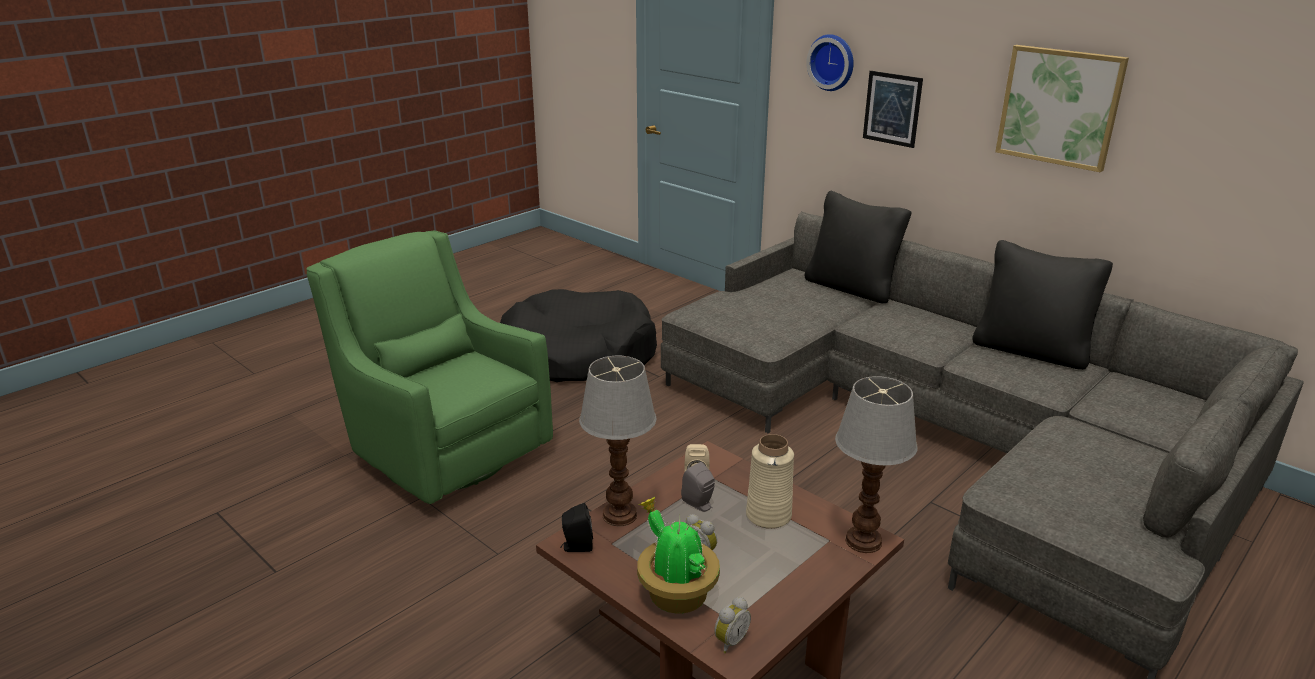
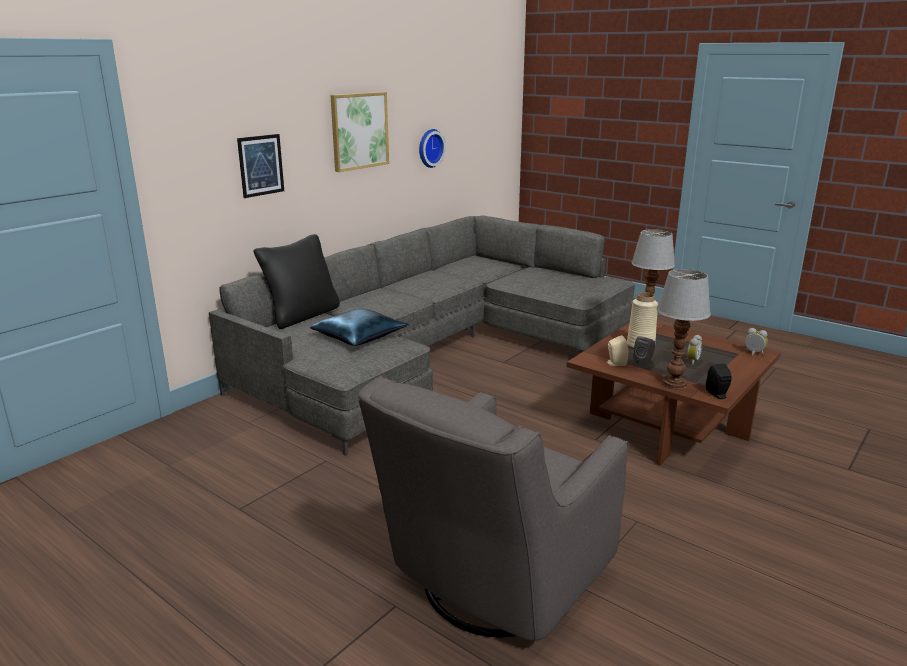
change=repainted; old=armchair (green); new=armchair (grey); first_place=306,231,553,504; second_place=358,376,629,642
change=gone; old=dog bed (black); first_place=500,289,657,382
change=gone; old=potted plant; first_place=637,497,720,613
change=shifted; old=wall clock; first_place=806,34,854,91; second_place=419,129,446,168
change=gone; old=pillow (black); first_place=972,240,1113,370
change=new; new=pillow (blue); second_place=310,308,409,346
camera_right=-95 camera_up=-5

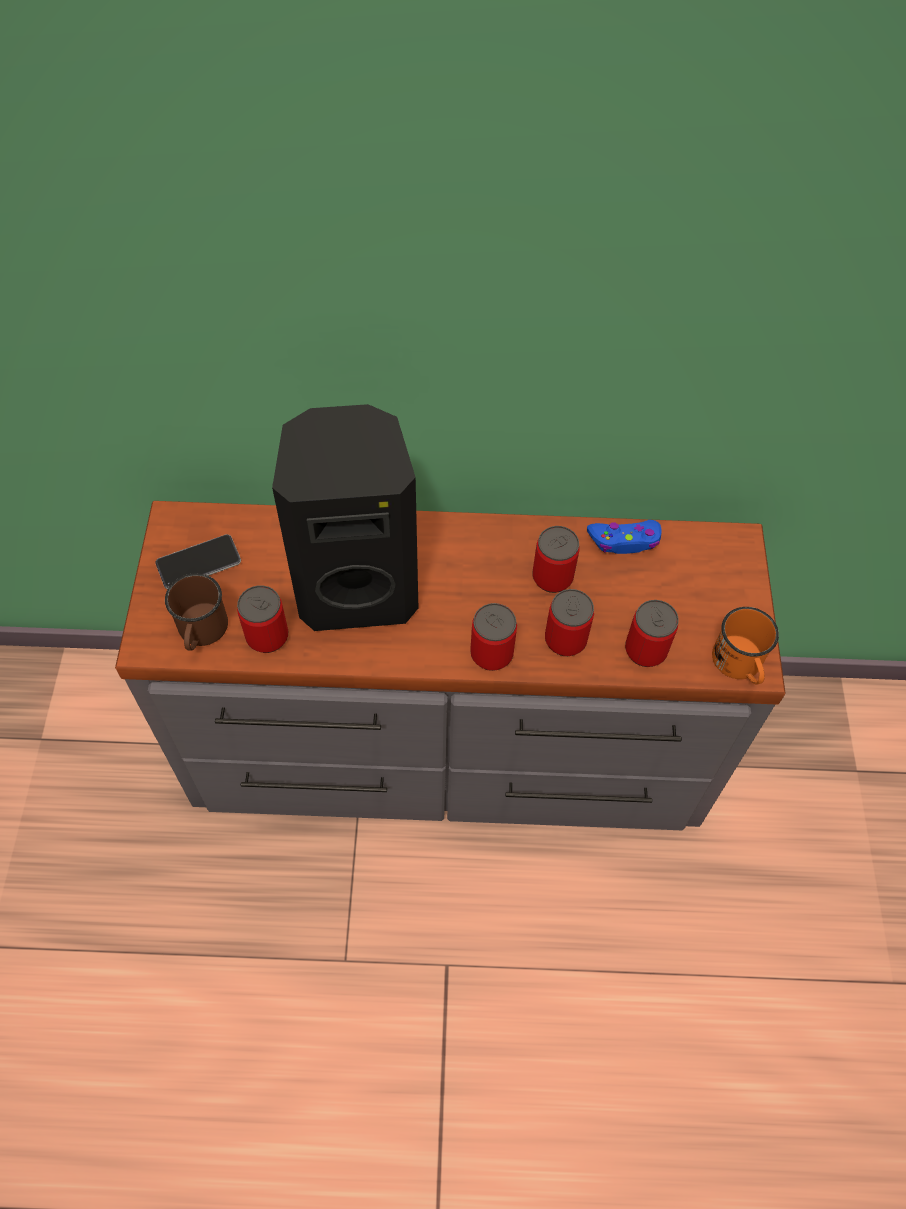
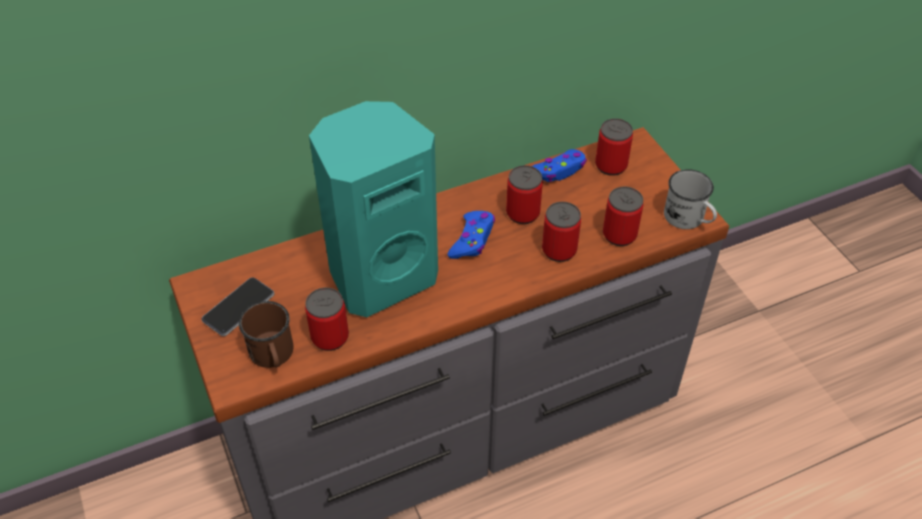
change=repainted; old=speaker (black); new=speaker (turquoise); first_place=272,404,418,631; second_place=309,101,438,317
change=shifted; old=can; first_place=470,603,517,671; second_place=595,118,633,176
change=repainted; old=mug (orange); new=mug (white); first_place=712,607,779,685; second_place=664,169,717,229
change=new; new=game controller (blue); second_place=448,211,495,259
camera_right=-25 camera_up=-10

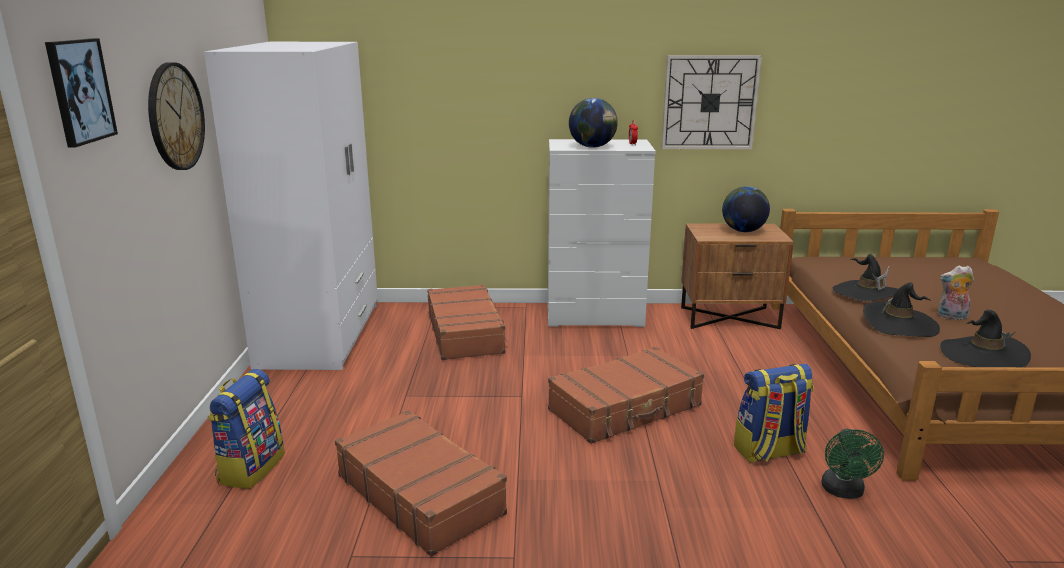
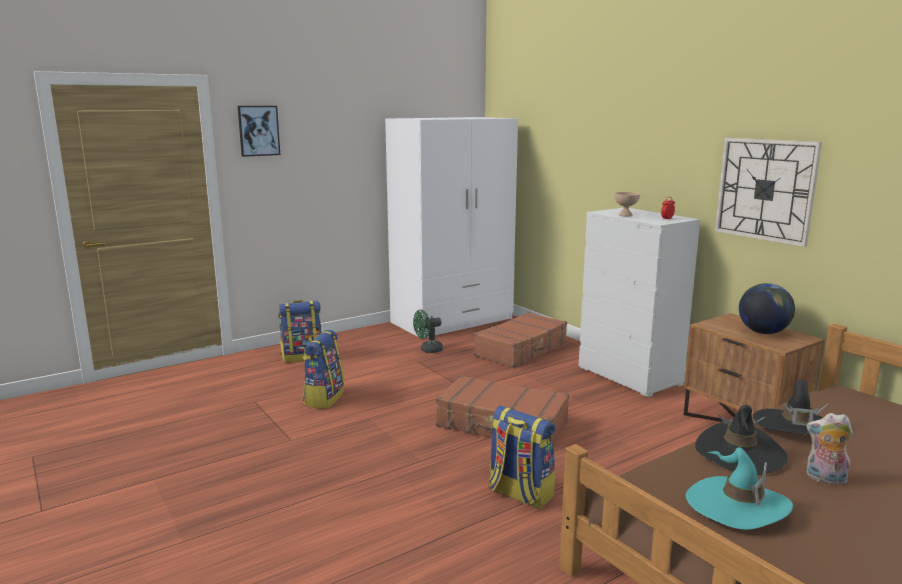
change=gone; old=wall clock; first_place=148,62,205,170
change=swapped; old=suitcase (brown); new=backpack; first_place=335,410,507,557; second_place=302,330,344,409
change=swapped; old=globe; new=bowl (beige); first_place=569,98,618,148; second_place=614,192,640,216
change=shifted; old=fan (green); first_place=821,429,884,499; second_place=413,310,443,353
change=rotated; old=plush toy; first_place=938,266,974,320; second_place=806,413,853,485; degrees=-45
change=repainted; old=hat (black); new=hat (turquoise); first_place=940,310,1031,367; second_place=686,447,793,530
camera_right=55 camera_up=-5

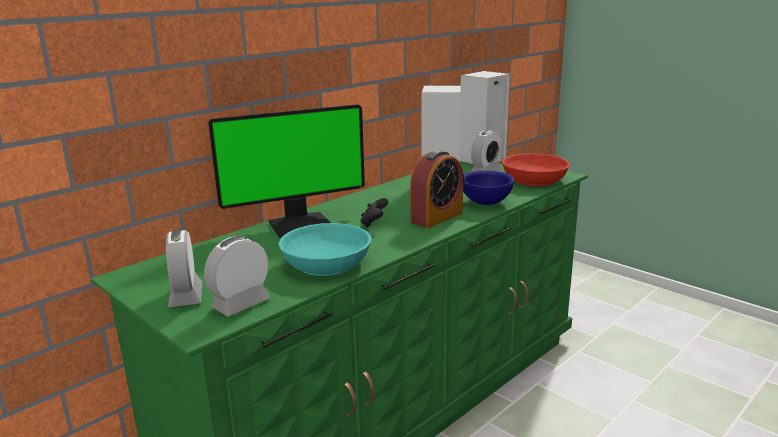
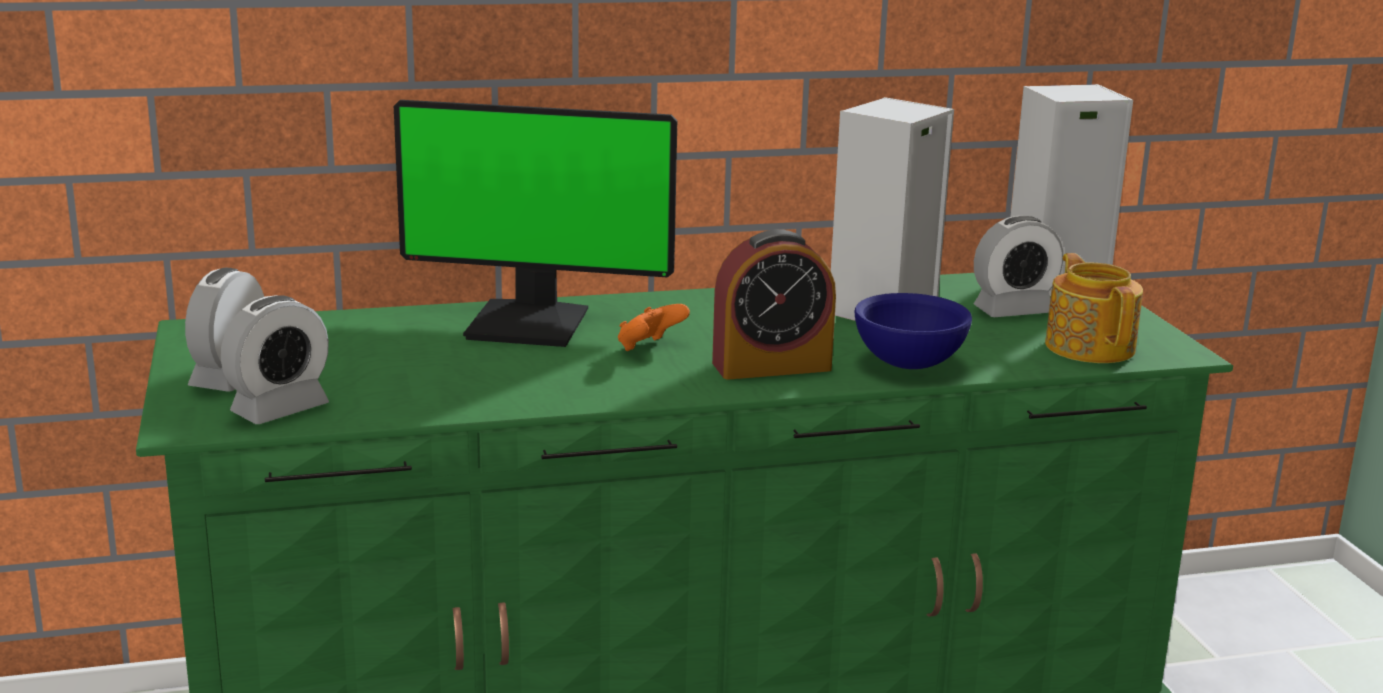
change=rotated; old=alarm clock; first_place=204,236,270,316; second_place=221,295,329,424; degrees=150
change=gone; old=bowl (turquoise); first_place=278,223,371,276
change=repainted; old=game controller (black); new=game controller (orange); first_place=360,198,388,228; second_place=618,304,690,351
change=swapped; old=bowl (red); new=teapot; first_place=502,153,570,187; second_place=1045,253,1143,363
camera_right=30 camera_up=0

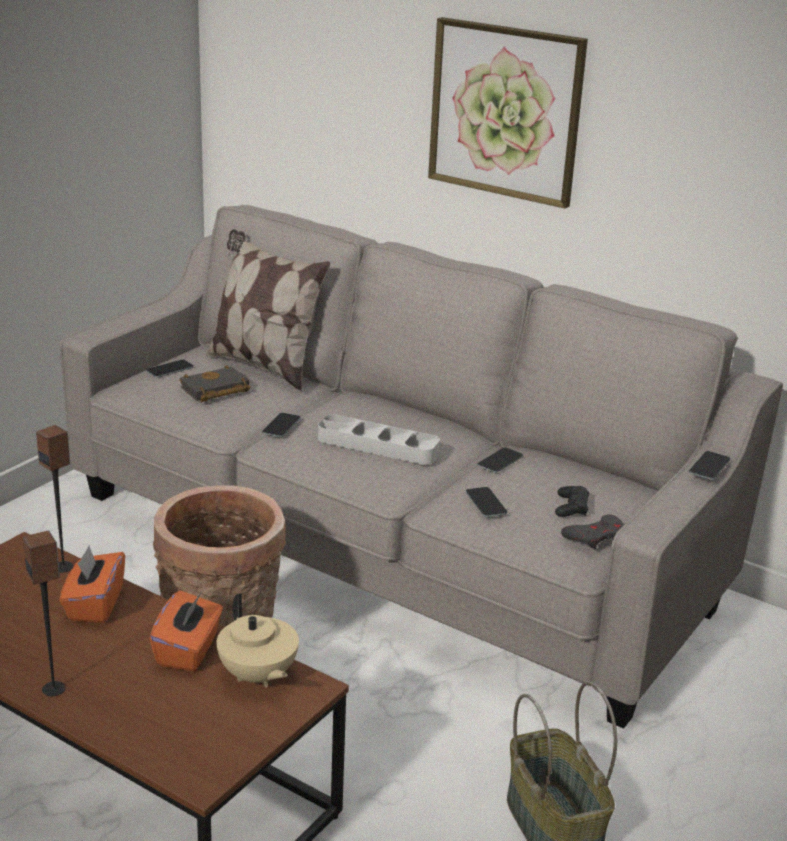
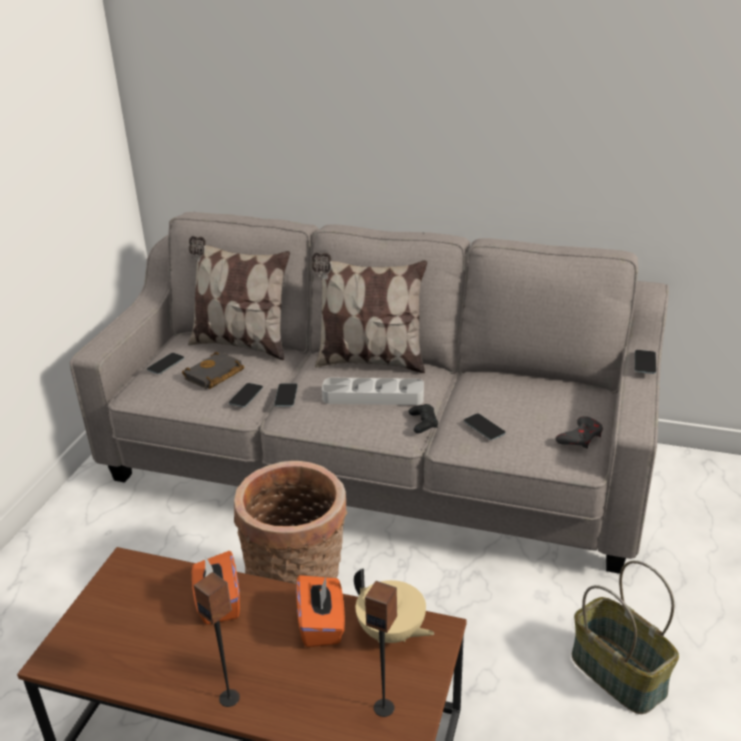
change=shifted; old=speaker; first_place=36,425,74,573; second_place=365,581,397,717
change=gone; old=picture; first_place=428,17,588,208
change=shifted; old=phone; first_place=477,447,523,473; second_place=229,383,263,407
change=shifted; old=game controller (black); first_place=555,486,590,517; second_place=409,404,438,433
change=new; new=pillow; second_place=312,252,427,373
camera_right=-15 camera_up=5

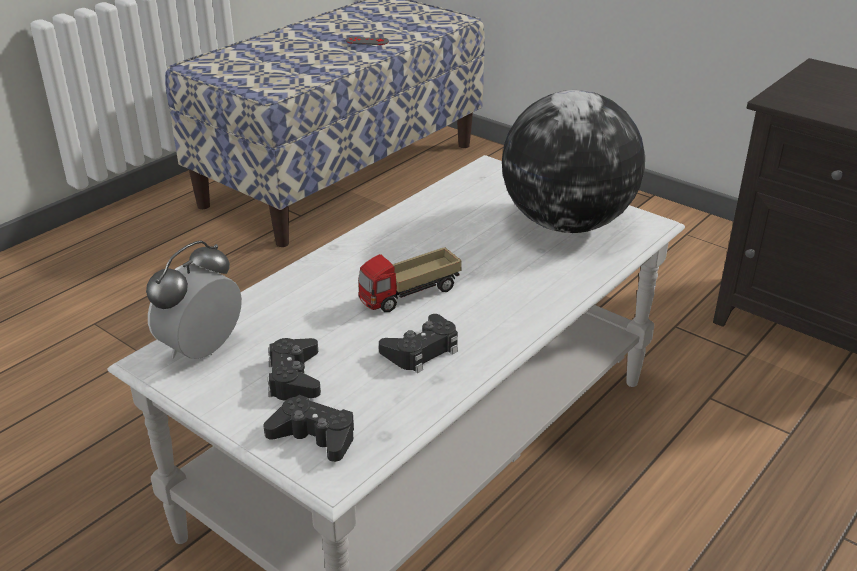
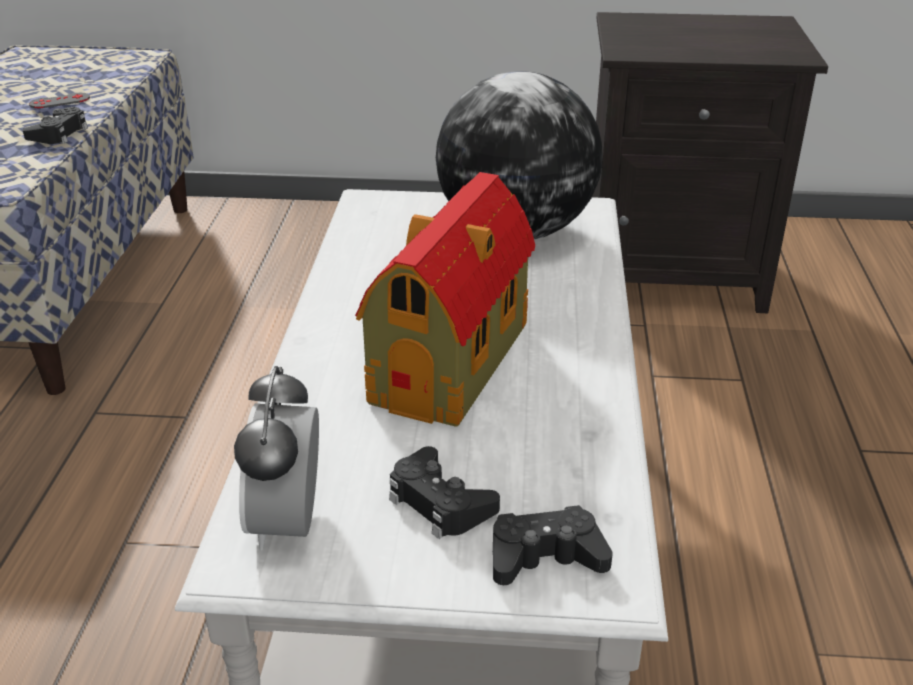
change=swapped; old=toy truck; new=toy house; first_place=358,247,462,312; second_place=355,172,535,427
change=shifted; old=game controller (black); first_place=379,314,458,373; second_place=23,107,88,144
camera_right=-35 camera_up=0

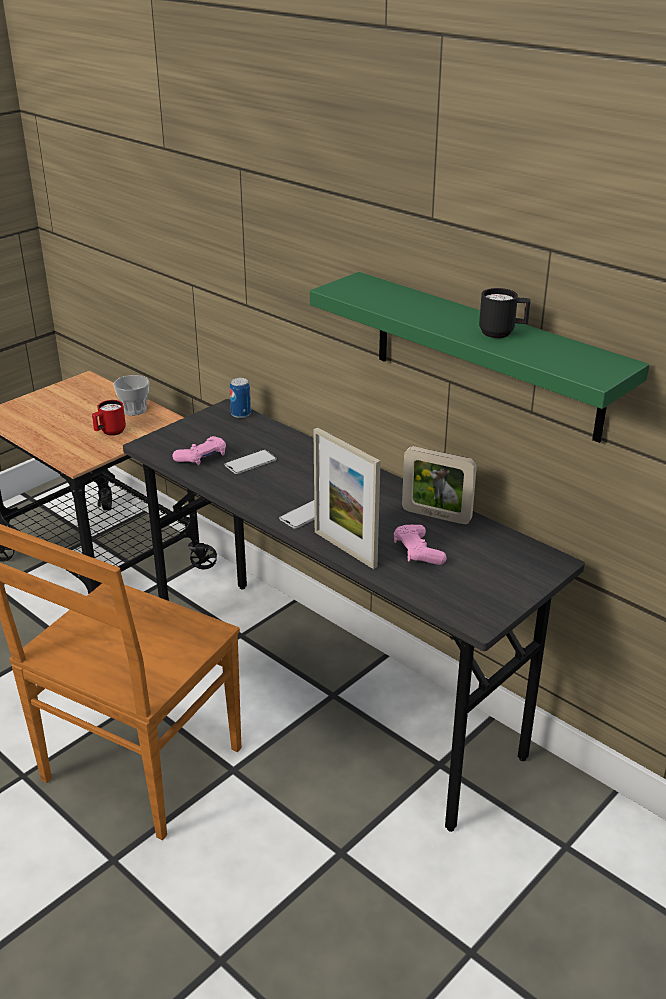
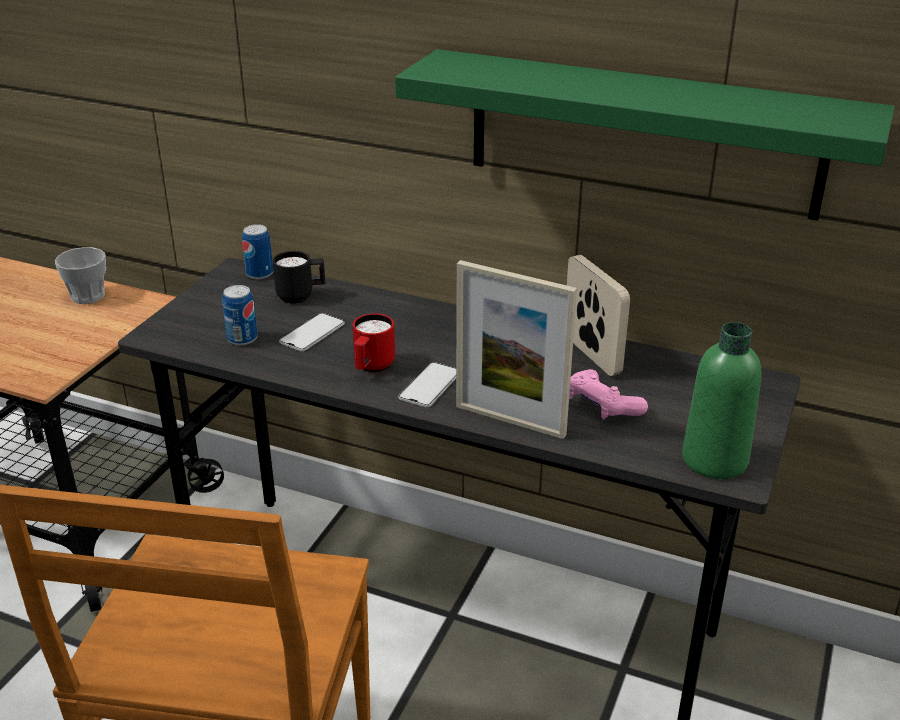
change=shifted; old=mug (red); first_place=92,400,126,436; second_place=353,313,395,372
change=swapped; old=game controller (pink); new=can; first_place=173,436,226,465; second_place=222,285,257,346
change=rotated; old=picture frame; first_place=402,446,477,524; second_place=567,255,630,376; degrees=-120
change=shifted; old=mug (black); first_place=479,288,530,338; second_place=272,251,325,304
change=new; new=bottle (green); second_place=682,322,762,479
camera_right=-20 camera_up=0

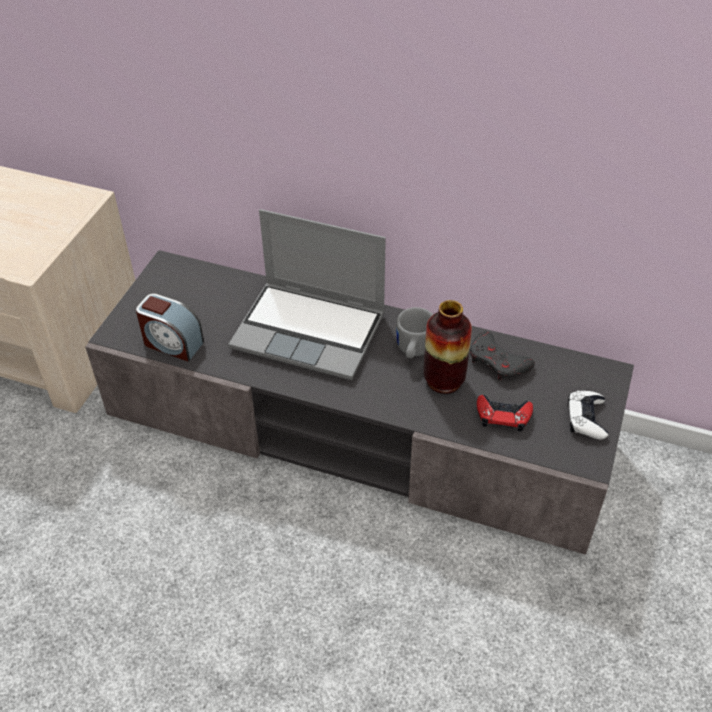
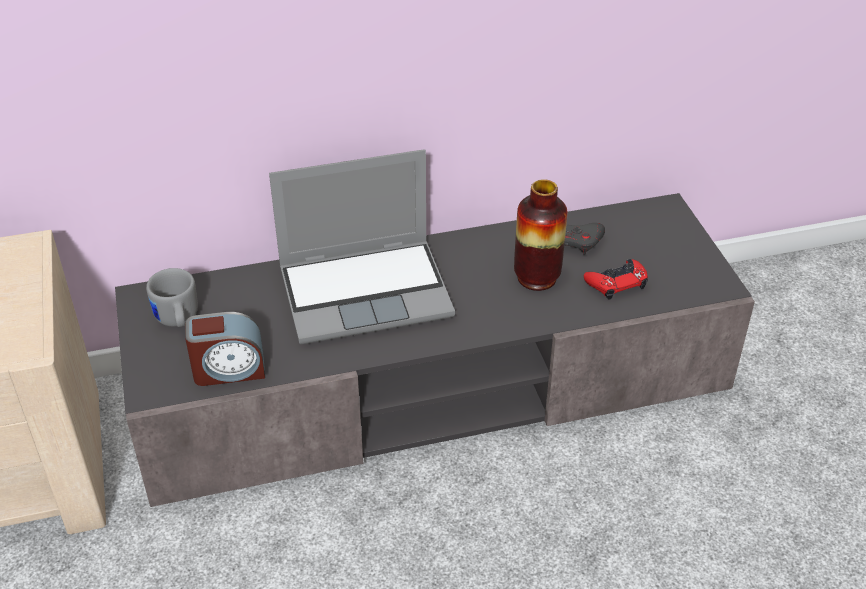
change=shifted; old=mug (grey); first_place=396,307,433,358; second_place=146,268,198,327
change=gone; old=game controller (white); first_place=568,391,609,439
camera_right=-35 camera_up=-5

